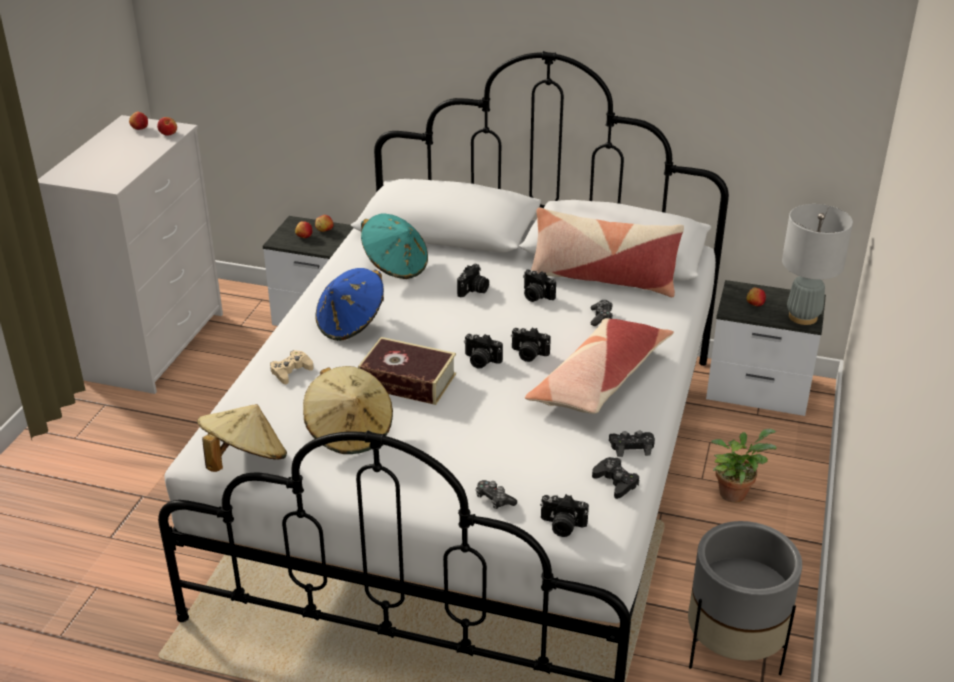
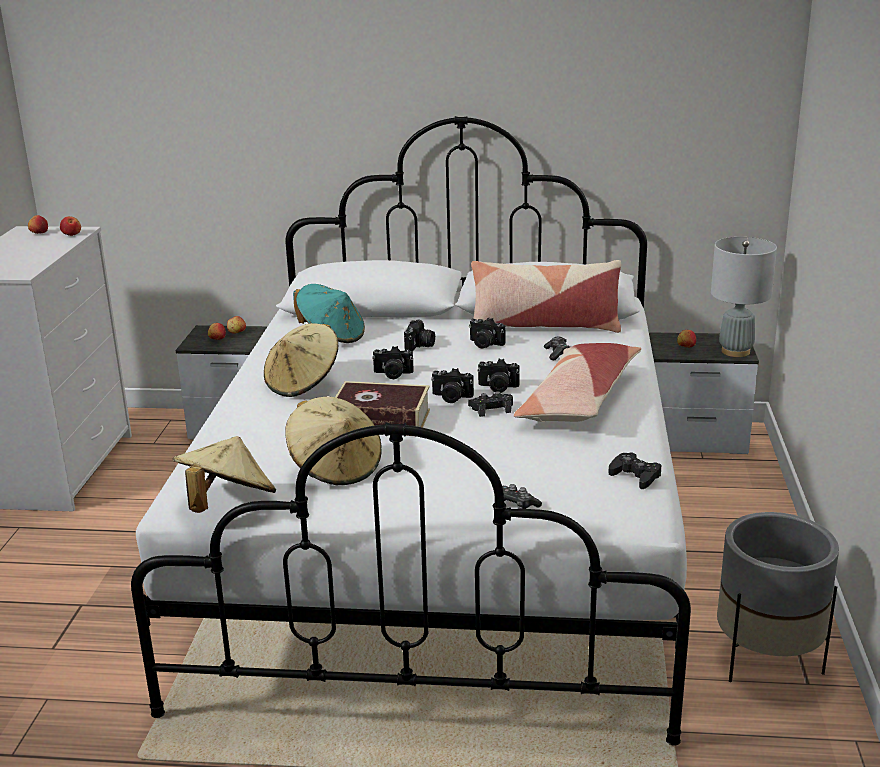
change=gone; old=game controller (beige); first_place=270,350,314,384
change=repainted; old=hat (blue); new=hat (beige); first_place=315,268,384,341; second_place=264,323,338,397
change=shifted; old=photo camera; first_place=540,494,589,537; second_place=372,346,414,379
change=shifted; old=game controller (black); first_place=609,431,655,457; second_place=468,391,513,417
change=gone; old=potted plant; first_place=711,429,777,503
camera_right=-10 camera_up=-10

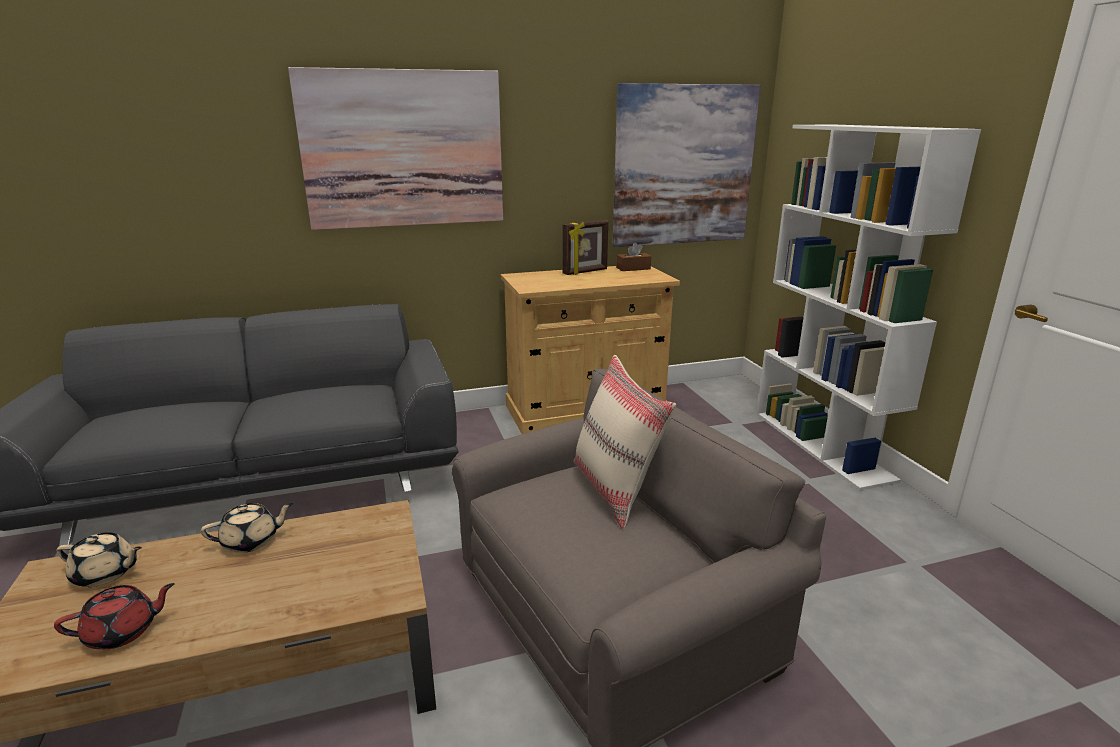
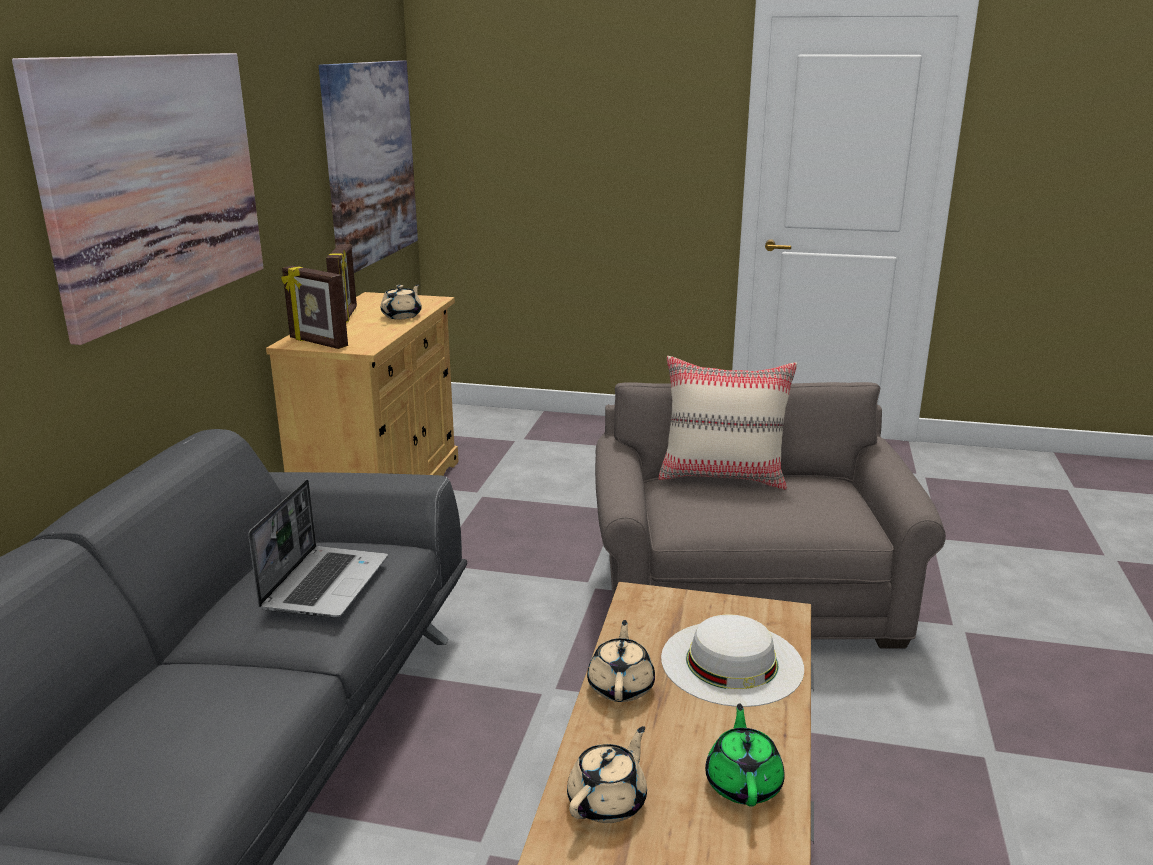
change=repainted; old=teapot (red); new=teapot (green); first_place=54,583,175,649; second_place=705,703,785,807
change=gone; old=tissue box (brown); first_place=616,242,651,271
change=gone; old=bookcase (white); first_place=756,124,981,491
change=new; new=laptop; second_place=249,479,388,618
change=new; new=picture frame; second_place=281,266,348,349
change=new; new=teapot (beige); second_place=381,284,422,319
change=new; new=hat (white); second_place=661,615,804,707
camera_right=-60 camera_up=0

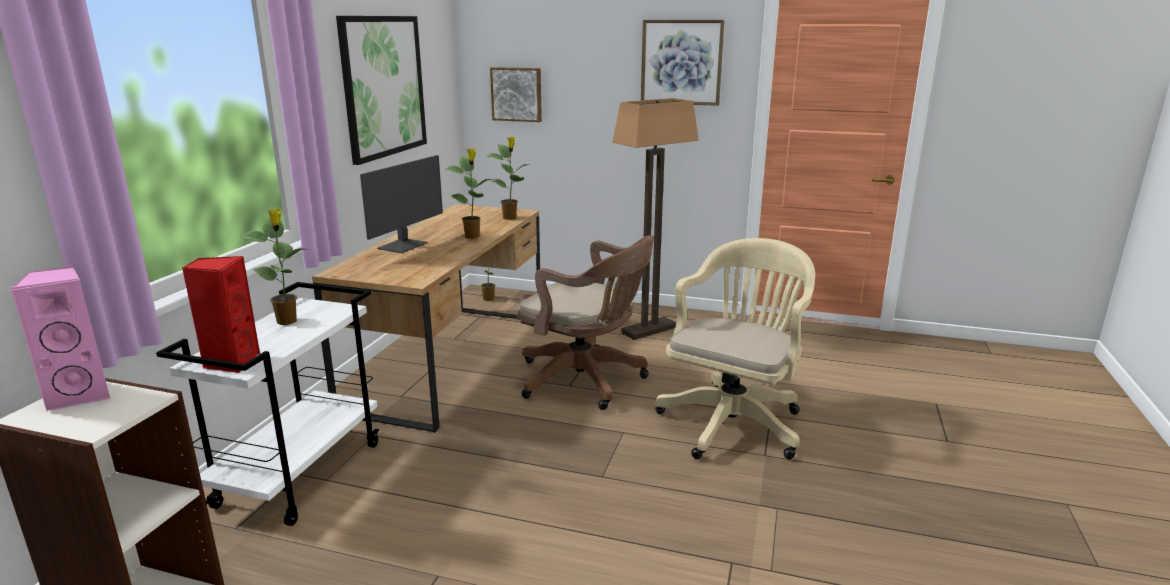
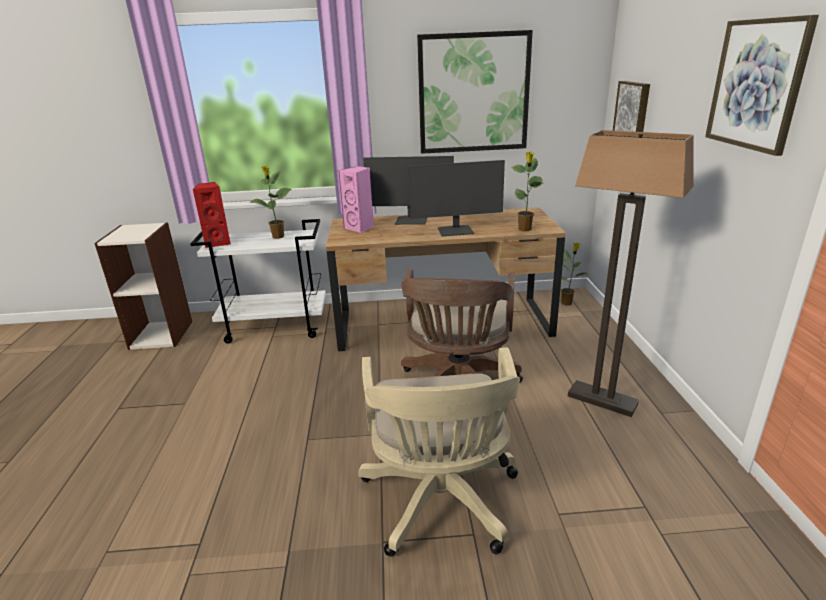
change=shifted; old=speaker (pink); first_place=11,266,111,412; second_place=338,166,374,233
change=swapped; old=potted plant; new=monitor; first_place=444,148,494,239; second_place=408,160,505,236
change=rotated; old=office chair (beige); first_place=655,238,815,459; second_place=358,347,520,557; degrees=75
camera_right=70 camera_up=5

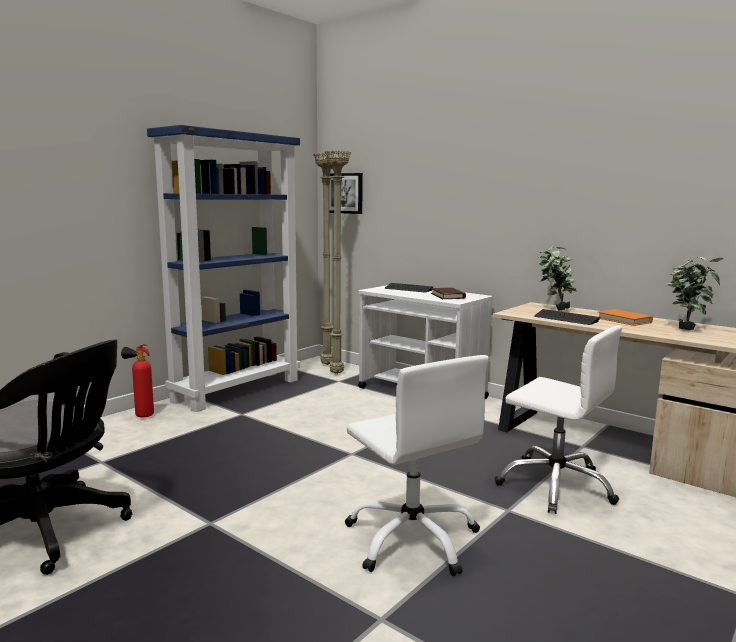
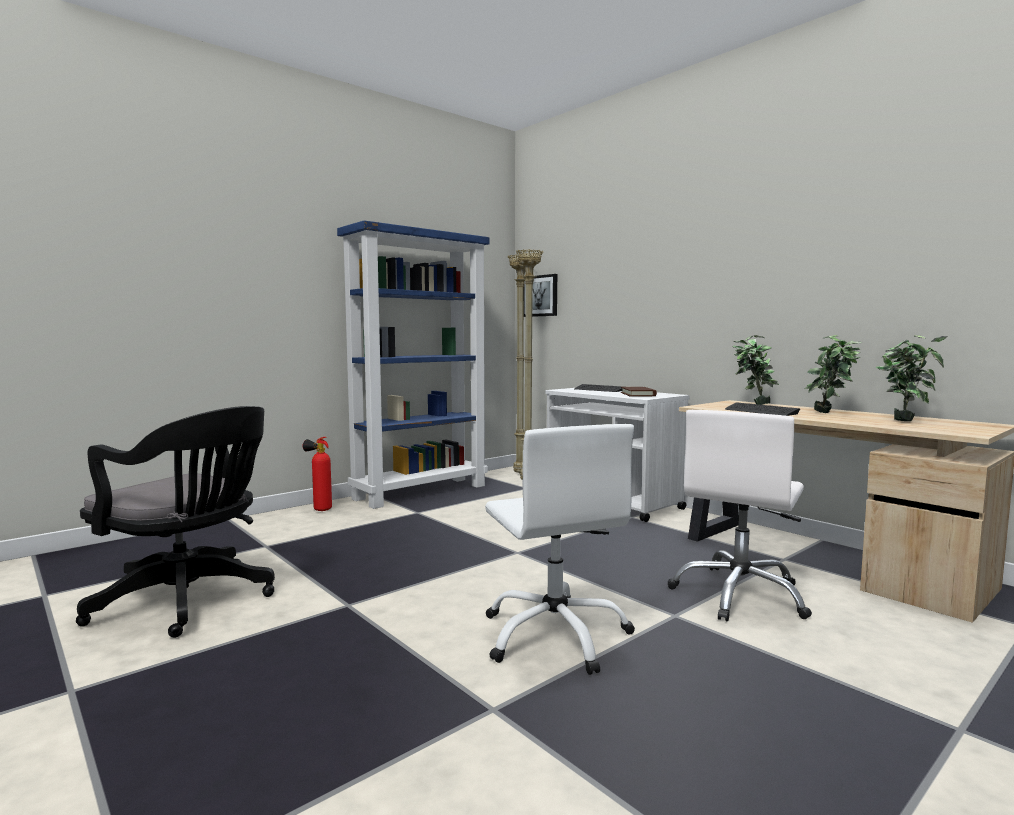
change=rotated; old=office chair (white); first_place=495,325,622,514; second_place=668,410,812,621; degrees=75
change=swapped; old=book (orange); new=potted plant; first_place=598,309,653,326; second_place=805,335,862,413
camera_right=10 camera_up=-5

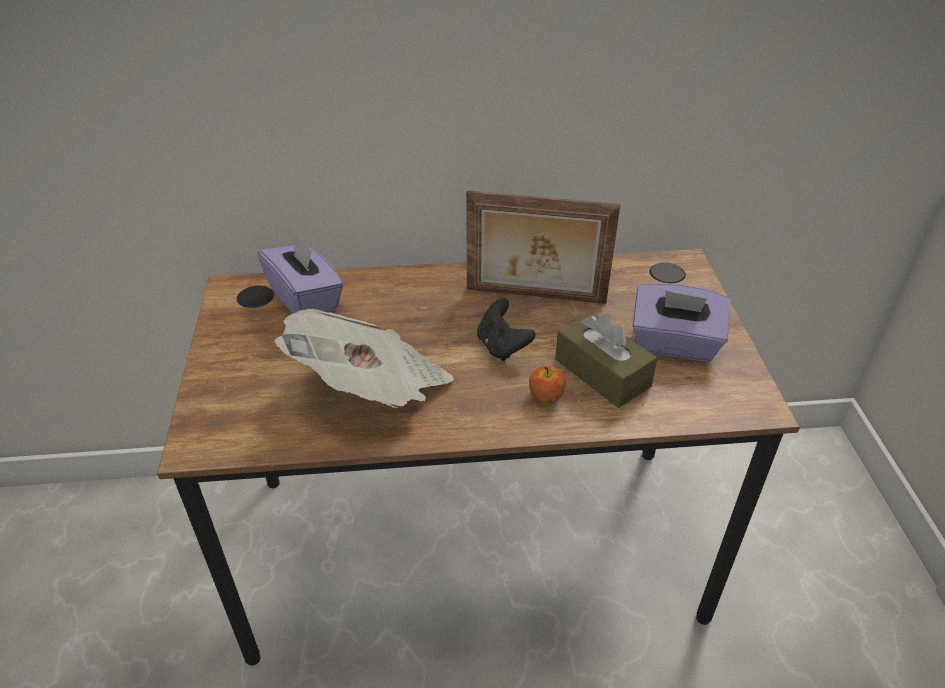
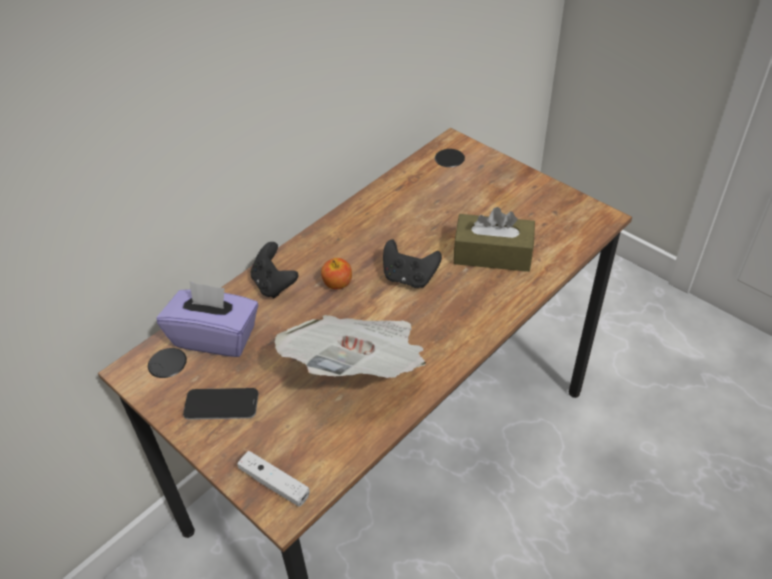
change=gone; old=picture frame; first_place=466,191,620,304
change=shifted; old=apple; first_place=529,366,566,404; second_place=321,258,352,289
change=gone; old=tissue box (purple); first_place=632,283,731,361
change=new; new=phone; second_place=183,388,258,420
change=new; new=game controller (white); second_place=237,451,310,507
change=new; new=game controller (black); second_place=251,242,299,299
camera_right=-40 camera_up=5

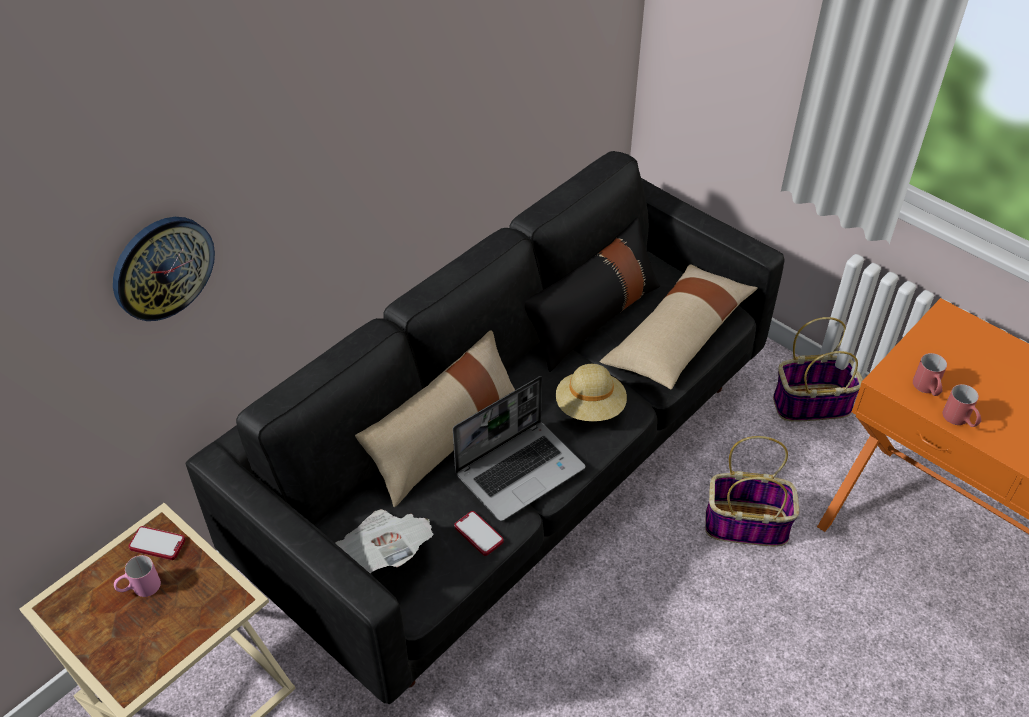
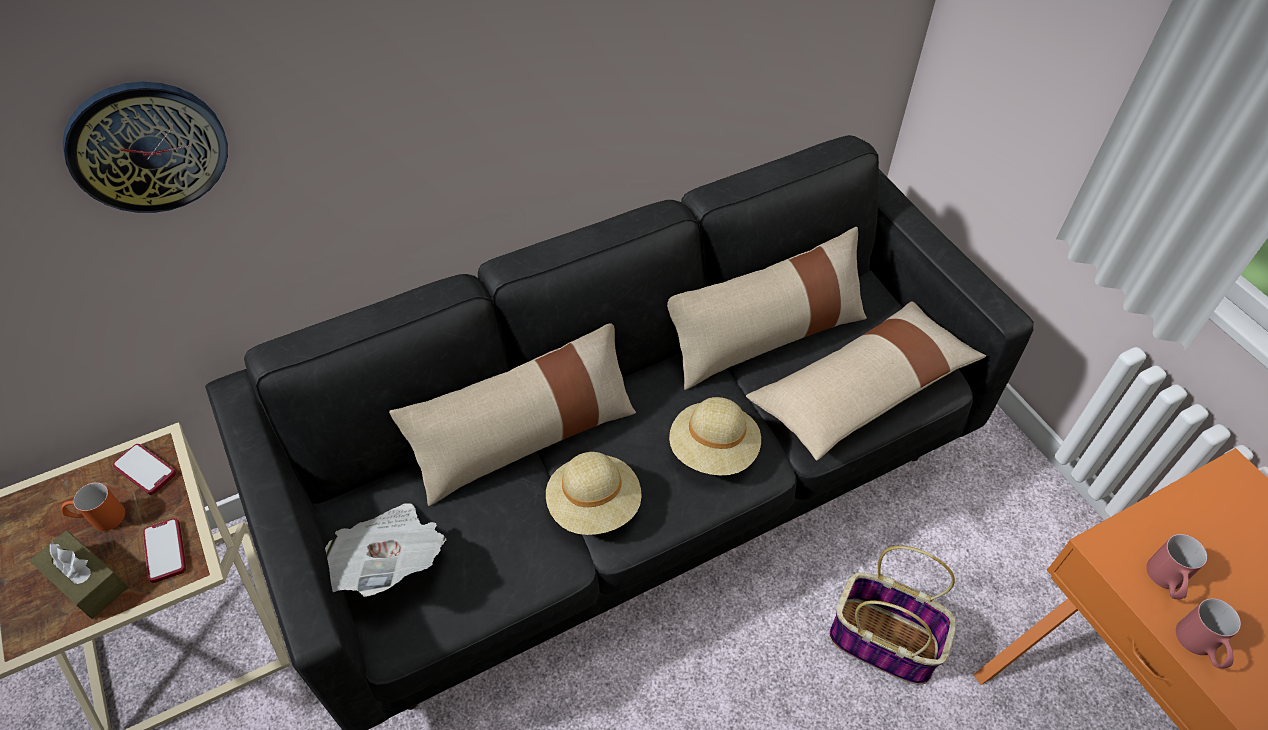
change=repainted; old=mug (pink); new=mug (orange); first_place=114,555,161,597; second_place=62,482,125,531
change=swapped; old=laptop; new=hat (beige); first_place=453,376,585,521; second_place=546,452,642,535
change=shifted; old=phone; first_place=454,511,504,556; second_place=143,518,186,583
change=repainted; old=pillow (black); new=pillow (beige); first_place=525,217,660,372; second_place=667,227,867,390
change=gone; old=basket; first_place=773,317,863,422
change=new; new=tissue box (brown); second_place=30,530,128,619
camera_right=20 camera_up=5

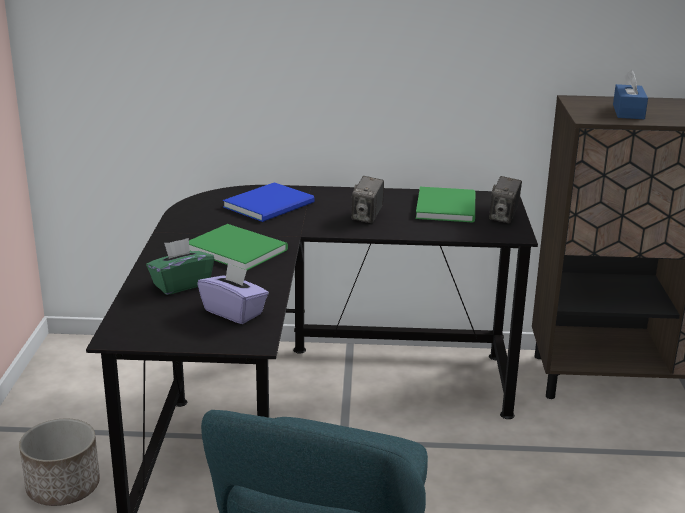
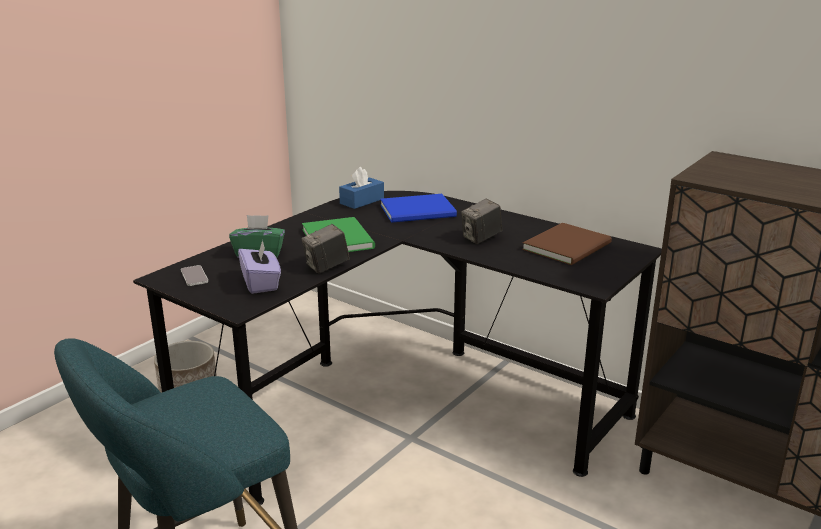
change=repainted; old=book (green); new=book (brown); first_place=416,187,475,222; second_place=522,223,612,265
change=shifted; old=photo camera; first_place=489,176,522,224; second_place=301,224,350,274
change=shifted; old=tissue box (blue); first_place=613,70,648,119; second_place=339,167,384,209
change=new; new=phone; second_place=181,265,208,286
camera_right=35 camera_up=0

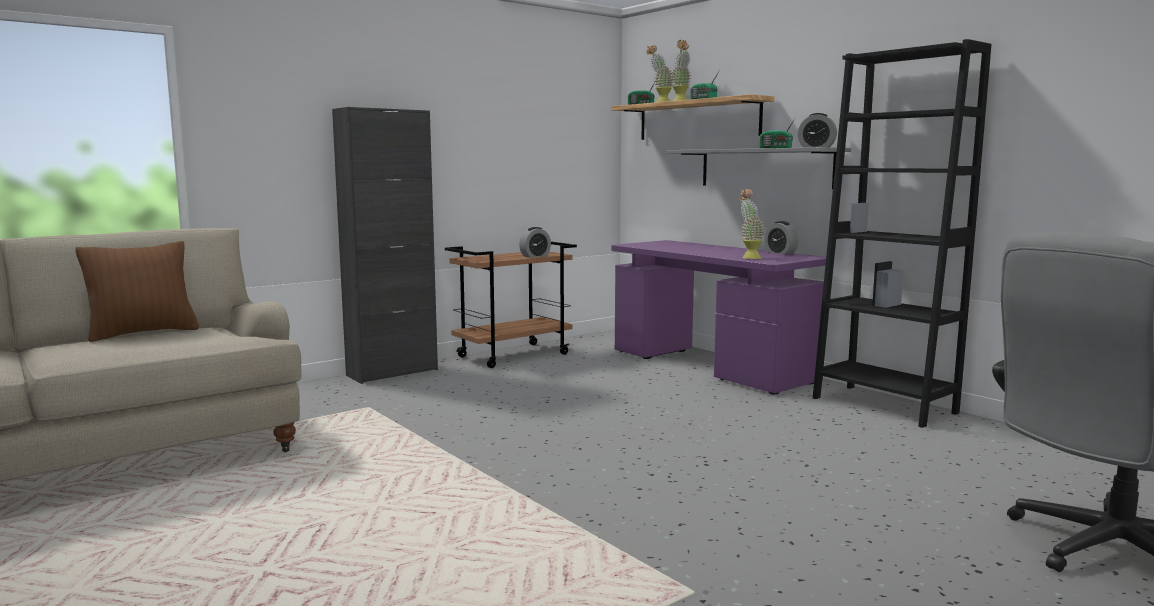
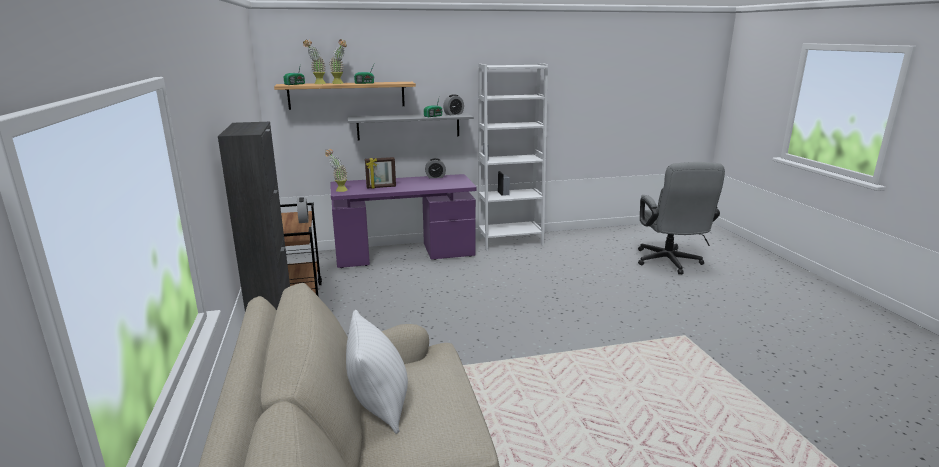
change=repainted; old=pillow (brown); new=pillow (white); first_place=75,241,199,342; second_place=346,310,408,434
change=shifted; old=potted plant; first_place=739,189,765,259; second_place=325,149,348,192
change=repainted; old=bookcase (black); new=bookcase (white); first_place=813,39,991,428; second_place=478,63,548,251
change=new; new=picture frame; second_place=365,157,396,189
camera_right=-65 camera_up=10

